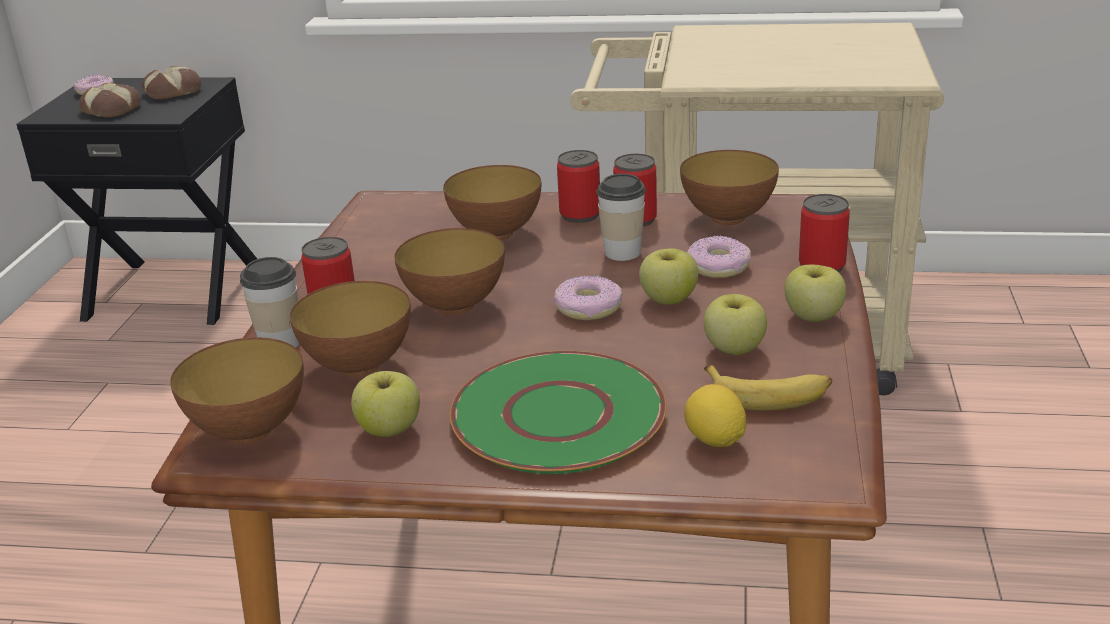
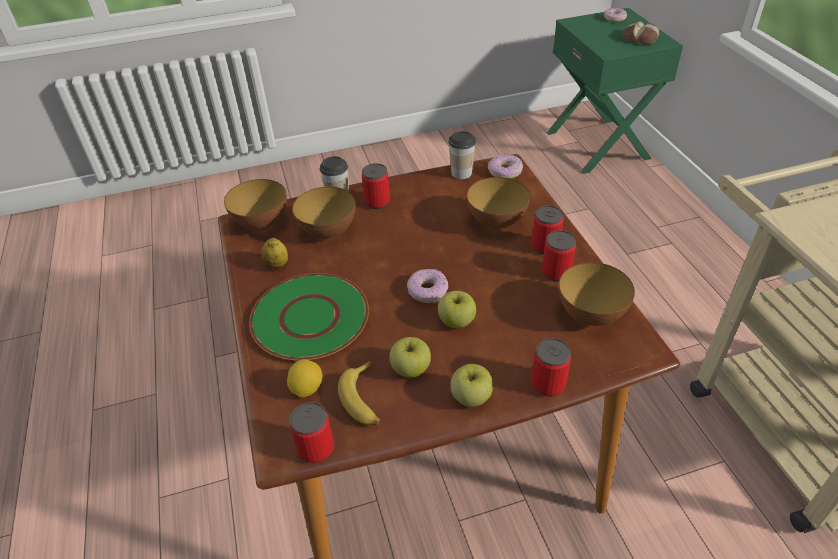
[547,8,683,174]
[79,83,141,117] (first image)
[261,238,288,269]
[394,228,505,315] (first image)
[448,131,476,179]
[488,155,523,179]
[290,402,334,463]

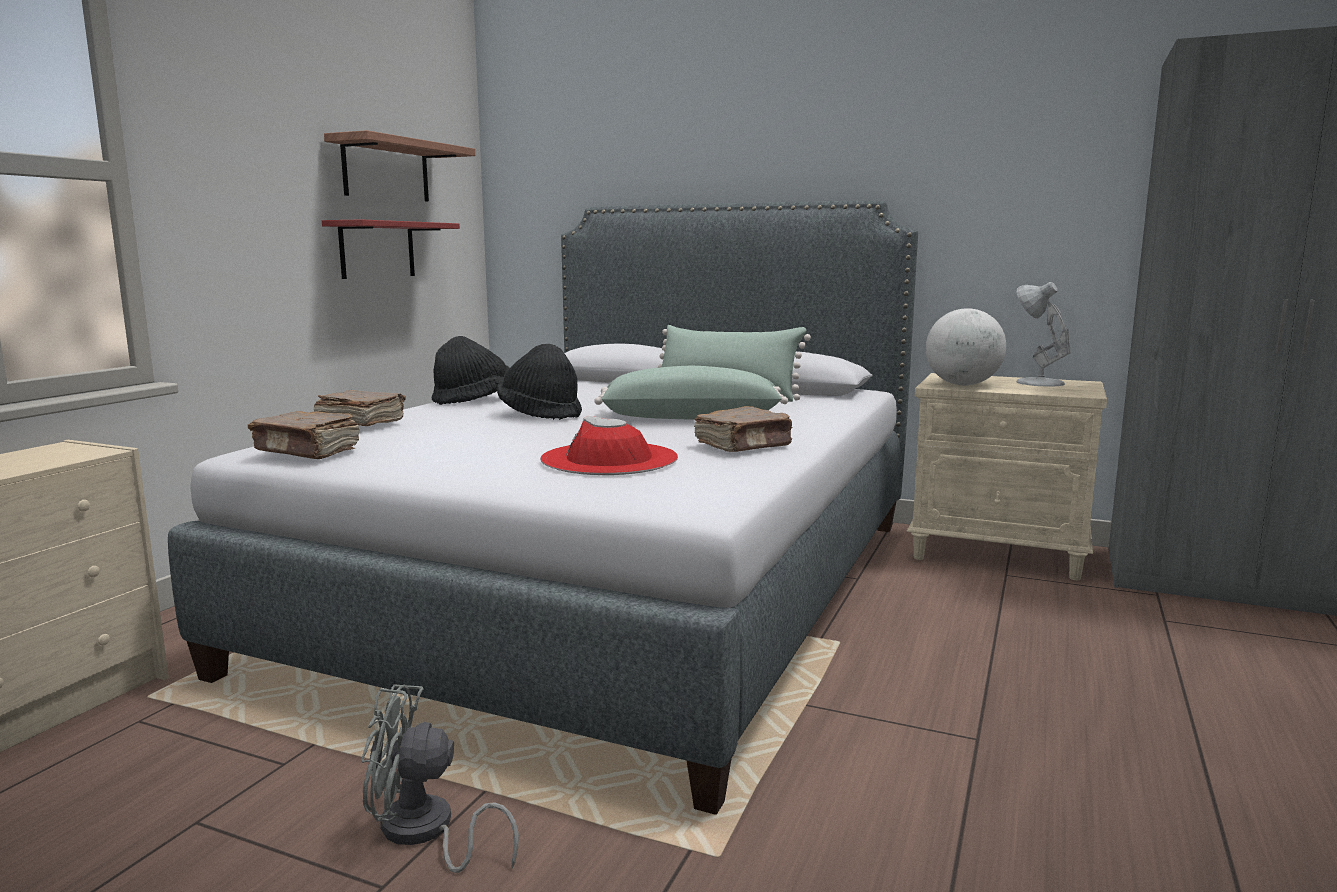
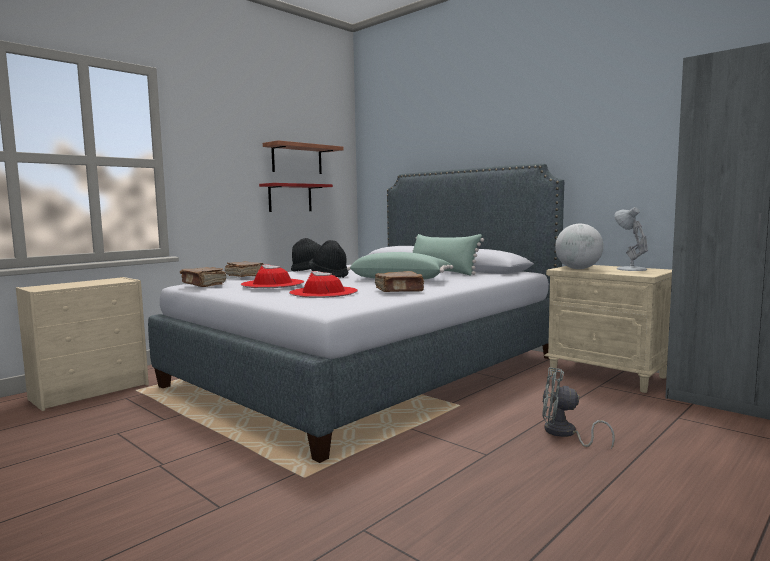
[542,367,615,449]
[241,264,304,288]

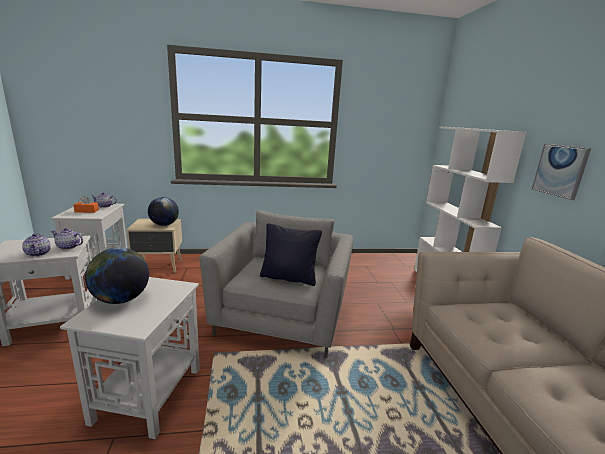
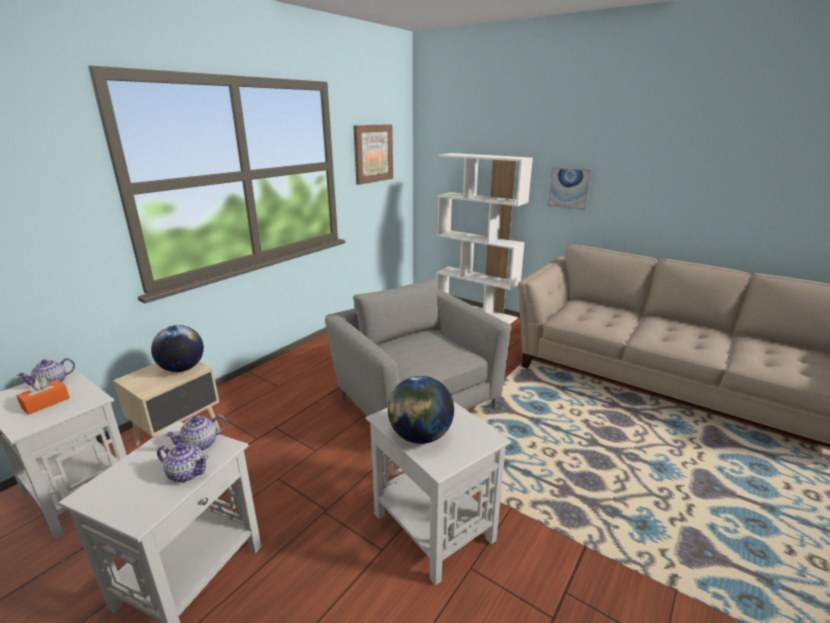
[260,223,322,286] (first image)
[353,124,393,185]

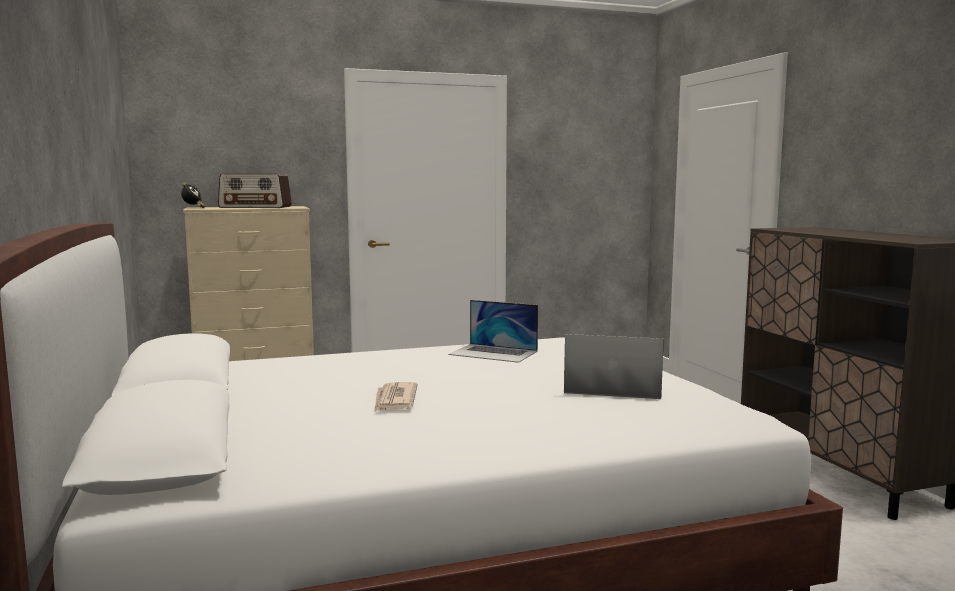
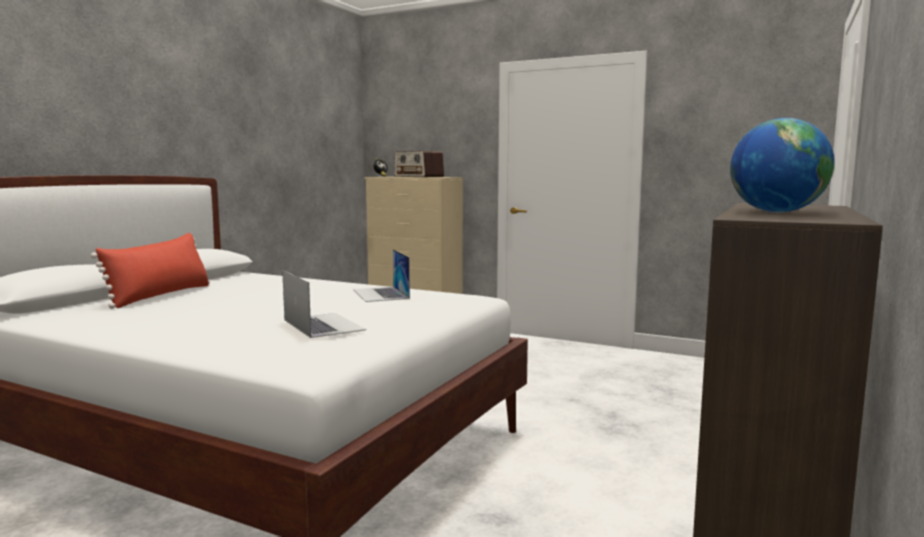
[374,382,418,412] (first image)
[90,233,210,309]
[730,118,835,213]

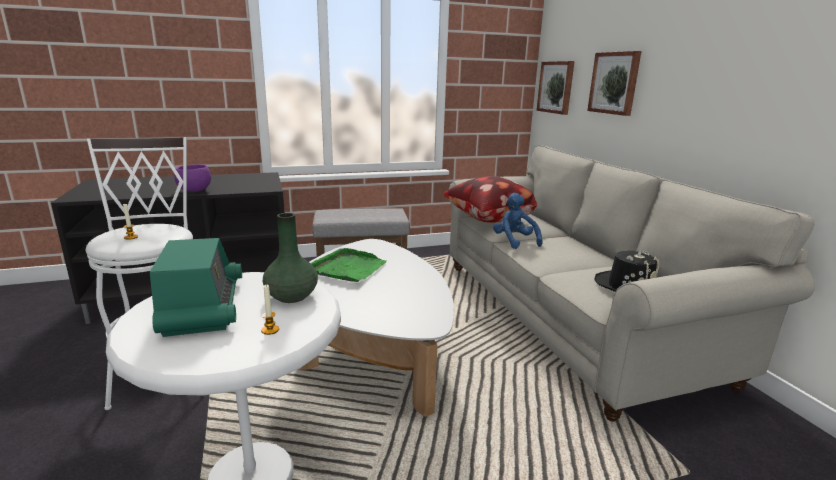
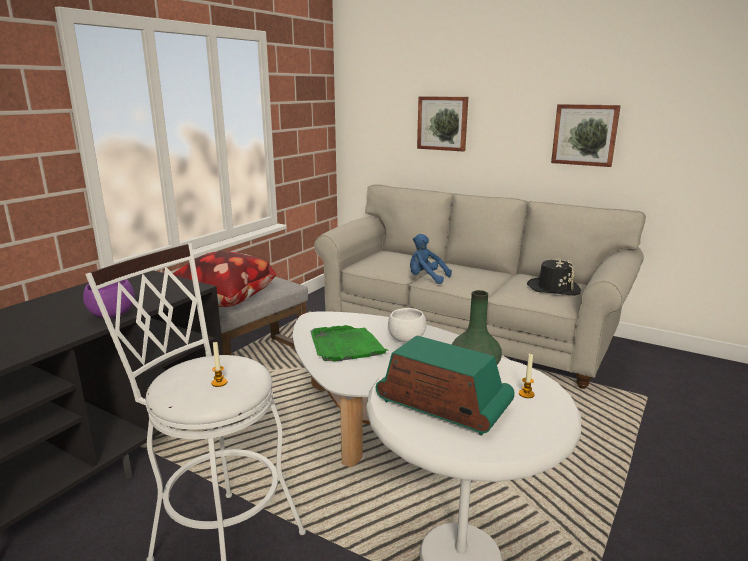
[173,251,277,307]
[551,104,621,167]
[388,308,426,343]

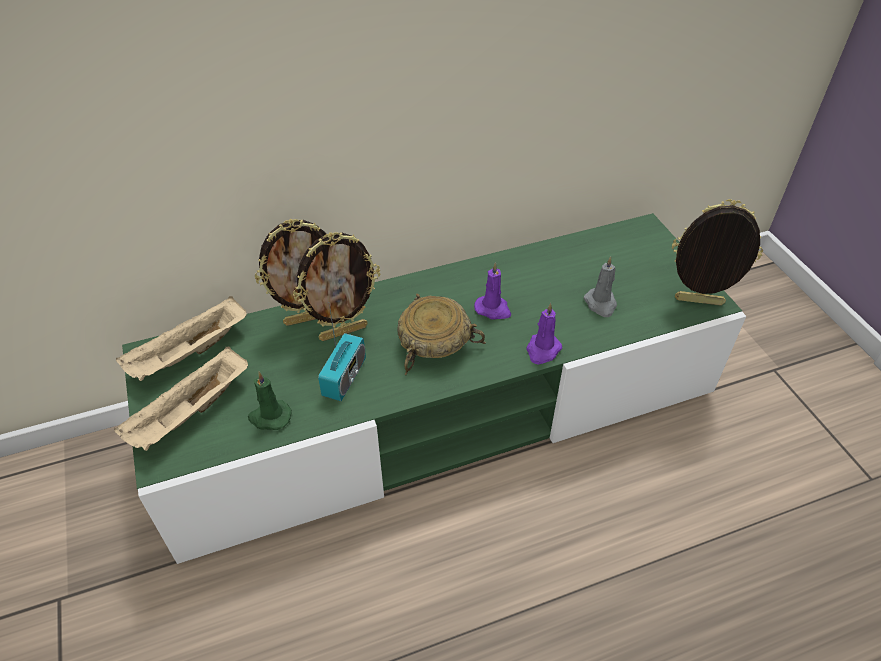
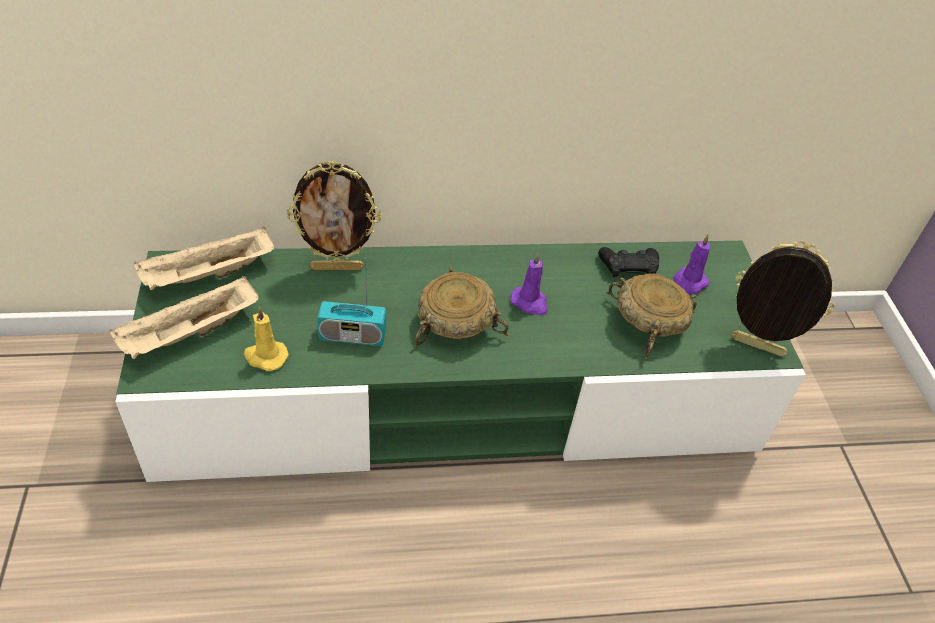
[244,307,289,371]
[293,232,380,341] (first image)
[317,280,386,346]
[673,234,710,294]
[606,274,697,360]
[598,247,659,278]

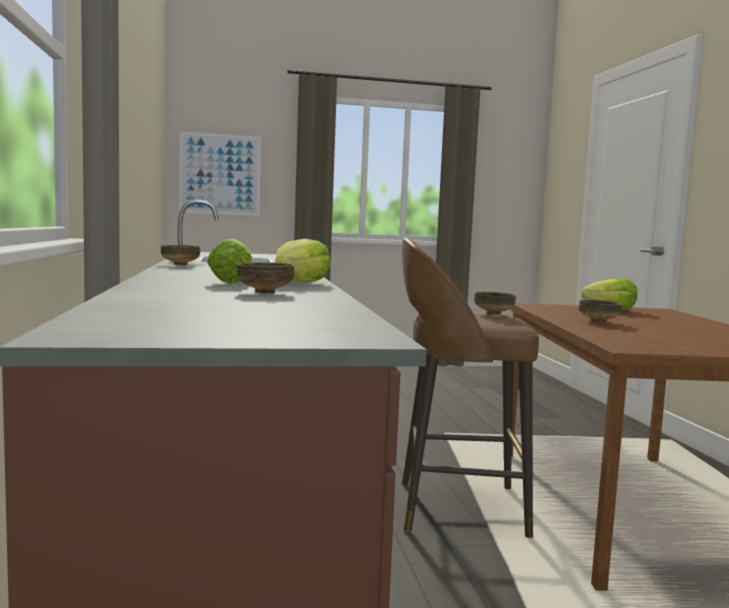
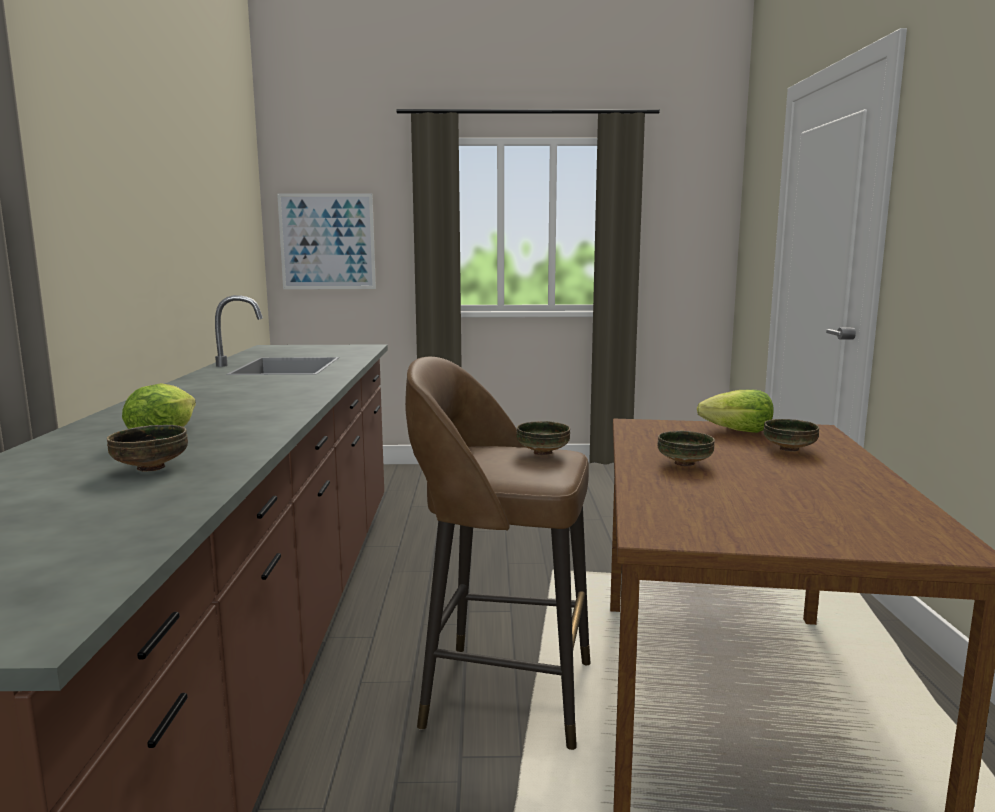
[764,419,819,452]
[275,239,331,283] (first image)

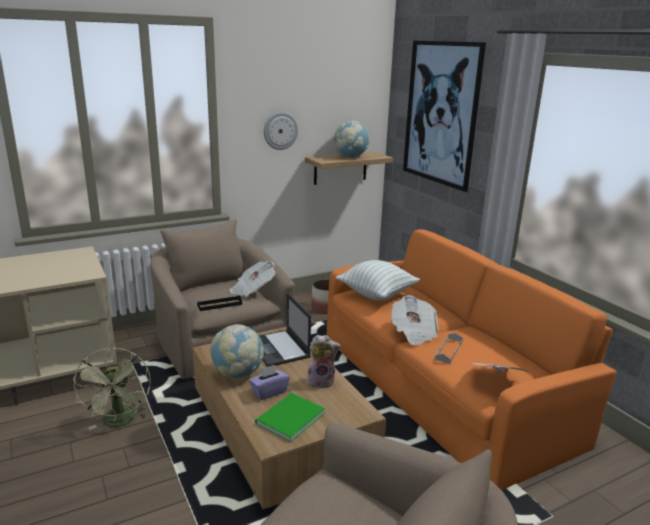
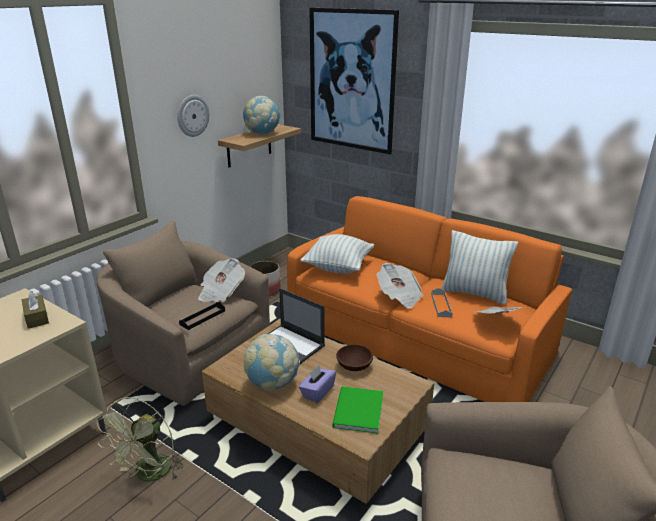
[97,397,184,482]
[336,345,373,371]
[22,291,49,329]
[441,230,518,305]

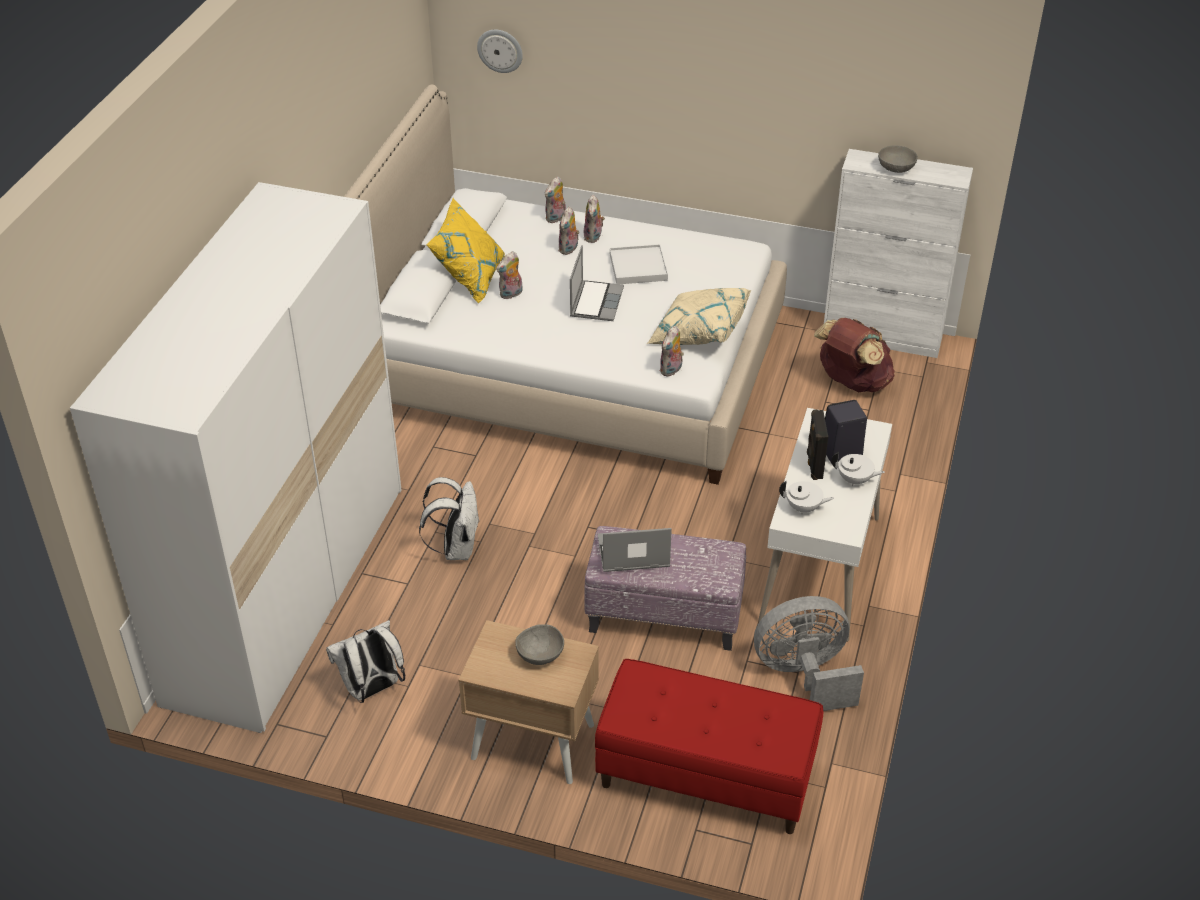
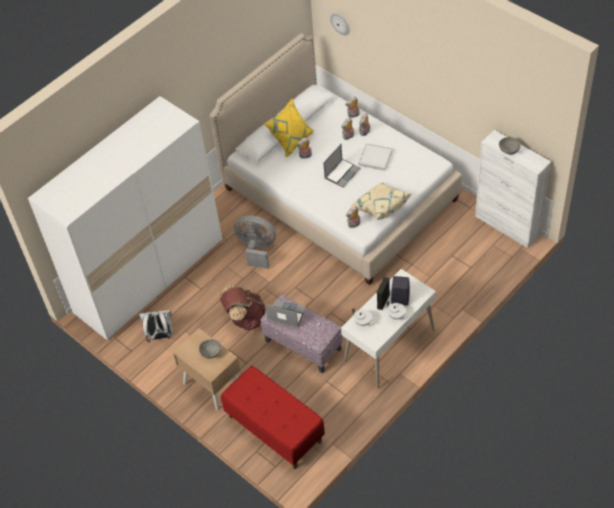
[419,477,479,560] (first image)
[234,215,276,269]
[219,286,266,330]

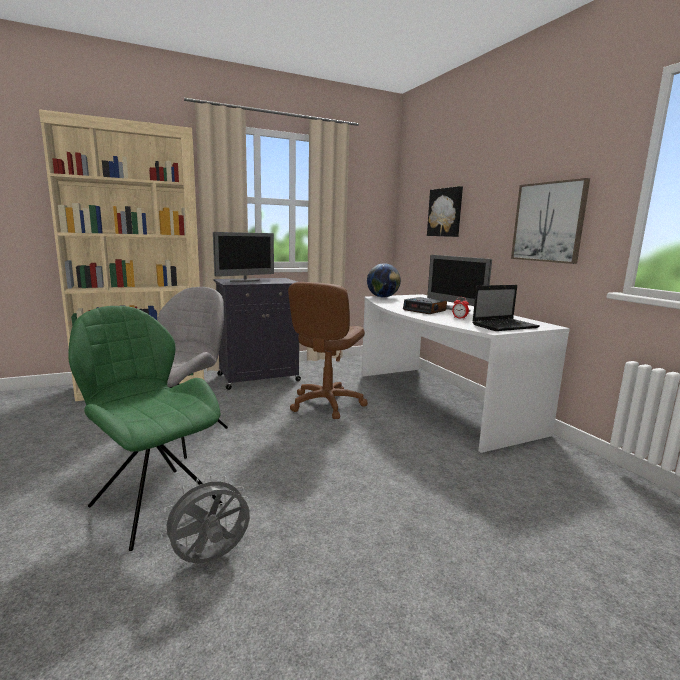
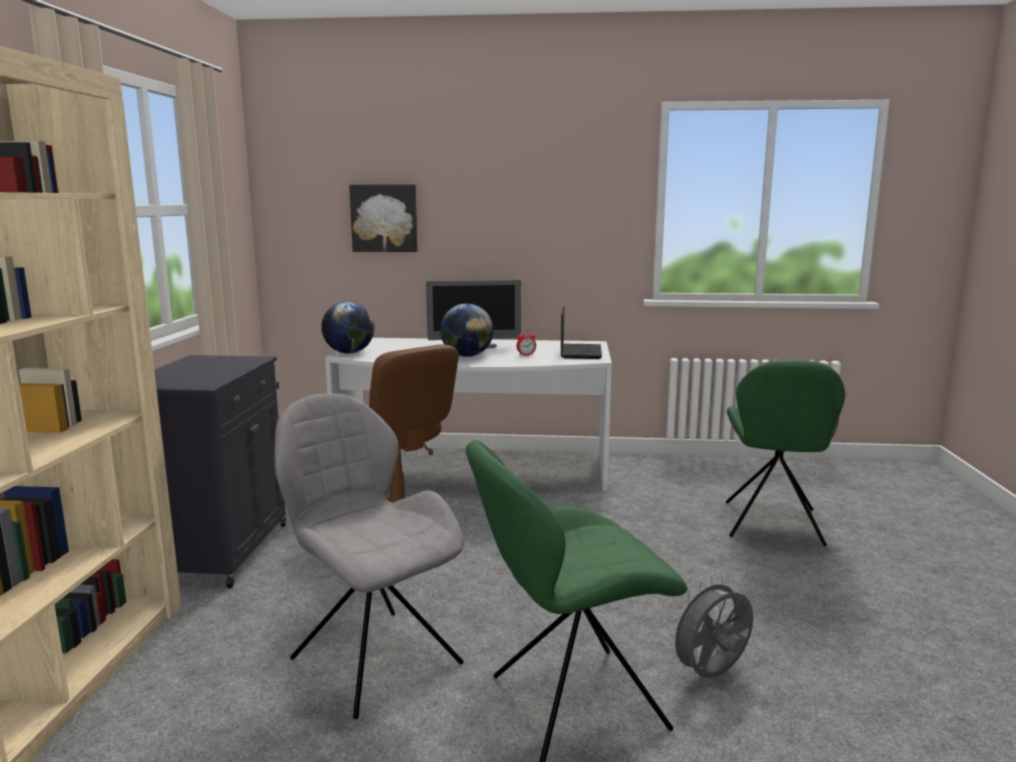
[667,577,753,678]
[213,232,274,282] (first image)
[440,303,493,357]
[511,178,590,264] (first image)
[726,359,845,546]

